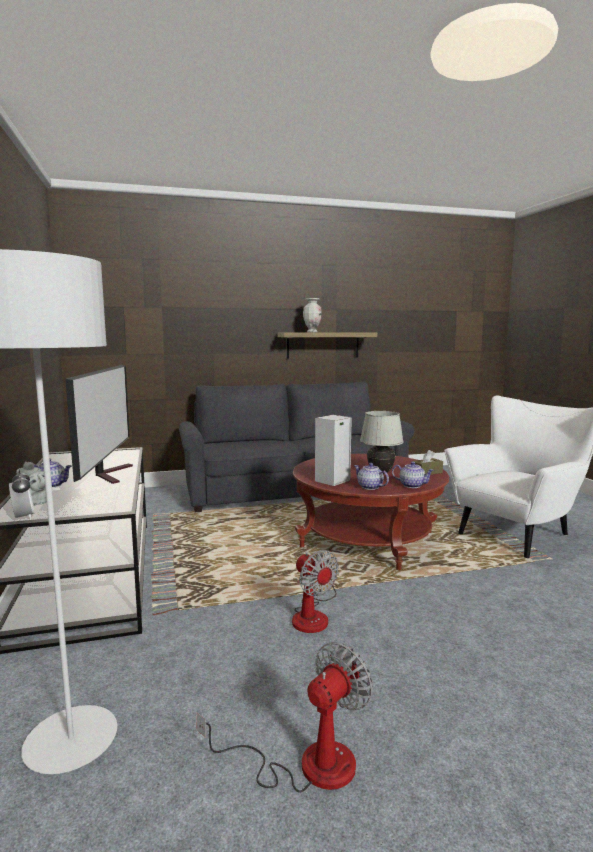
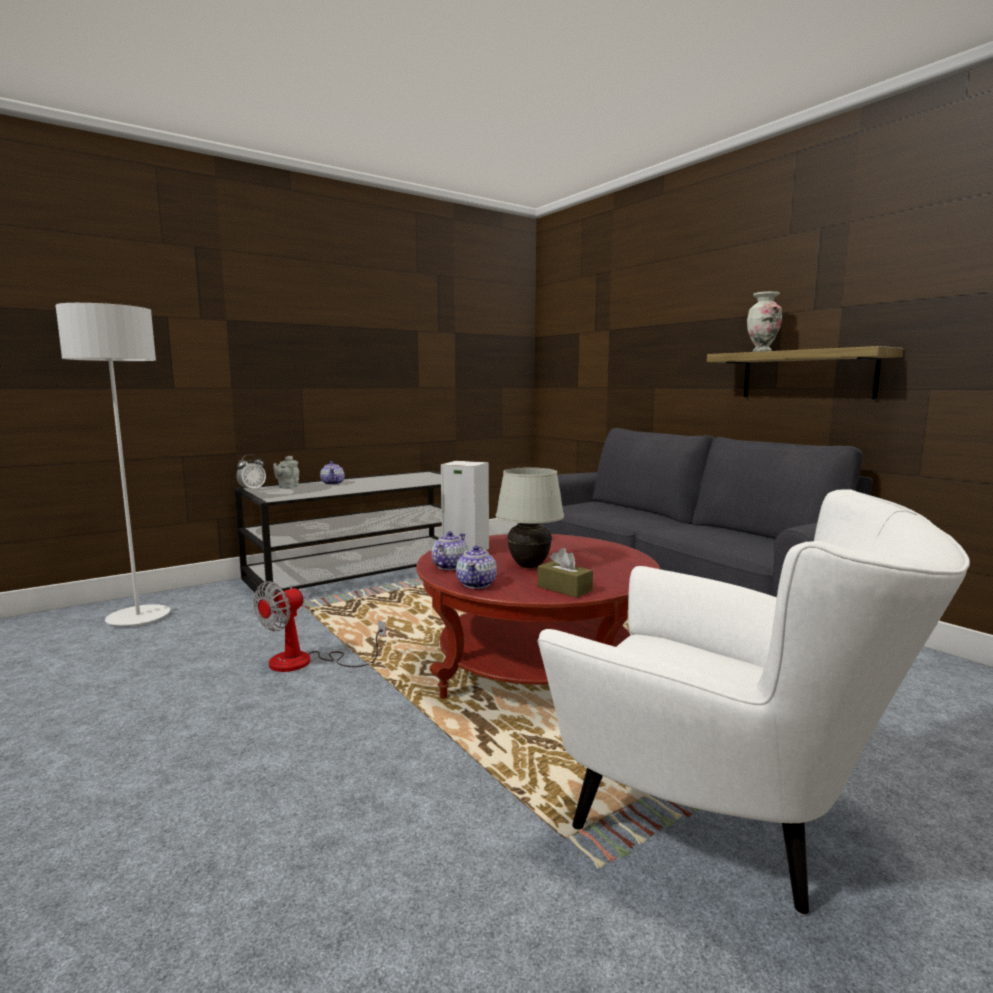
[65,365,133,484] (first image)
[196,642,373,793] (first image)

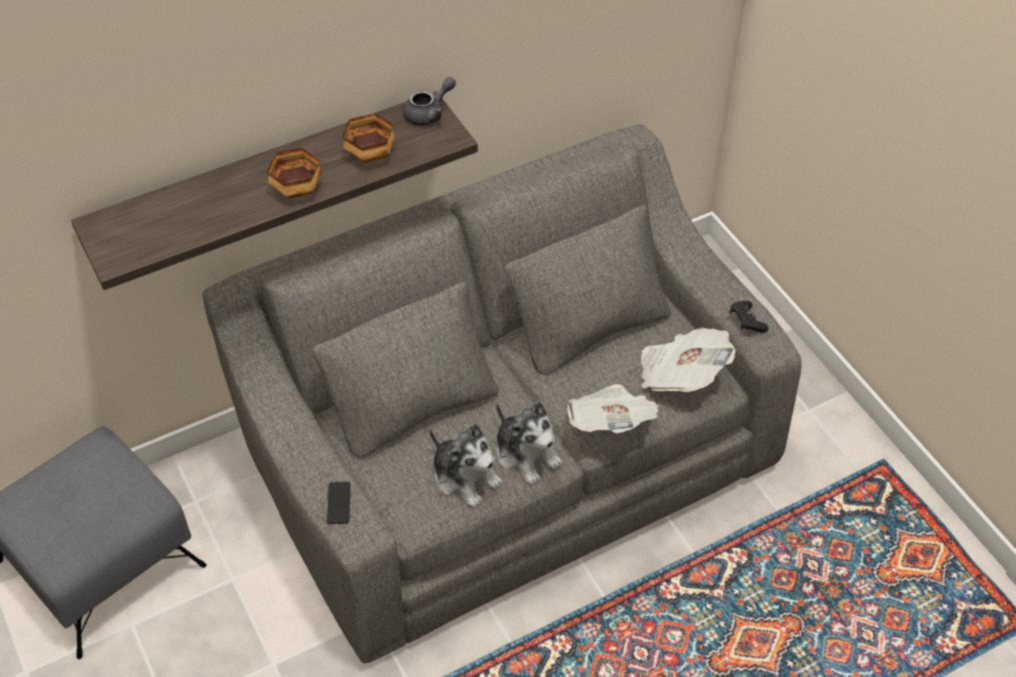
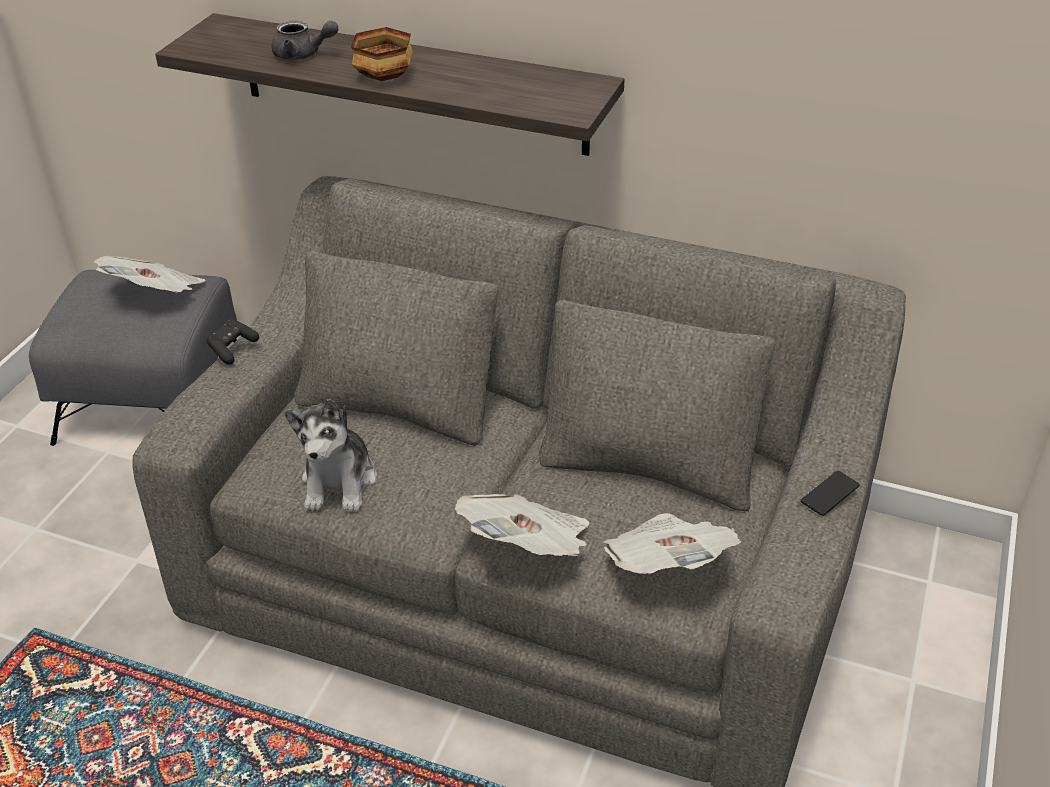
[800,470,860,516]
[343,113,395,162] (first image)
[272,21,338,60]
[496,402,562,485] (first image)
[206,319,259,365]
[94,256,206,293]

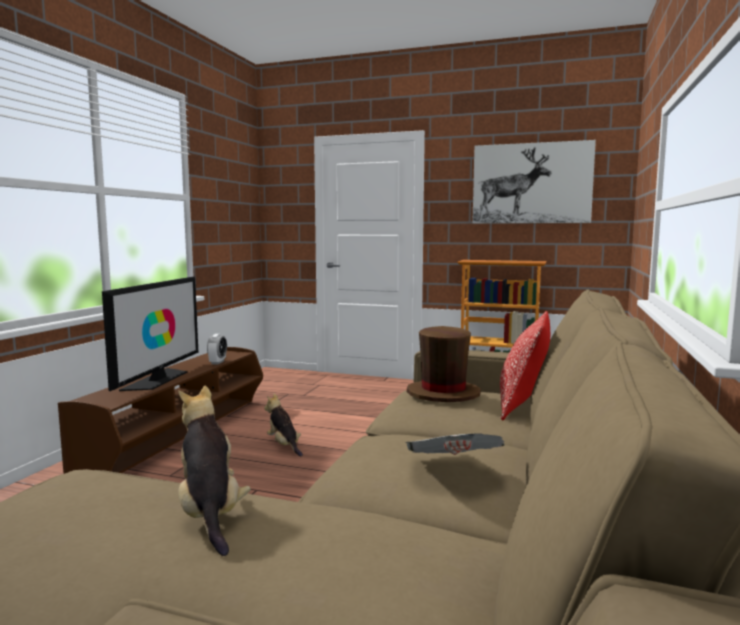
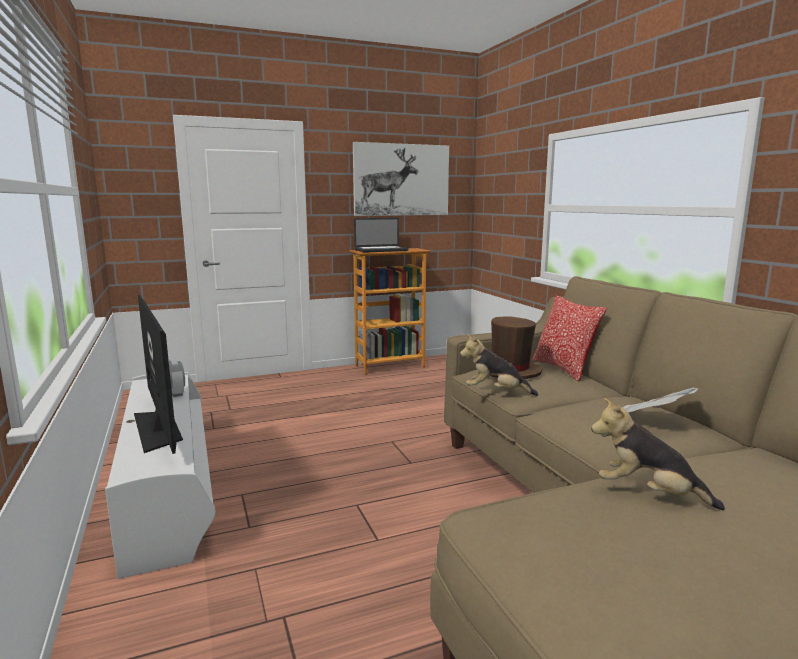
[105,372,216,579]
[460,335,538,396]
[354,218,409,253]

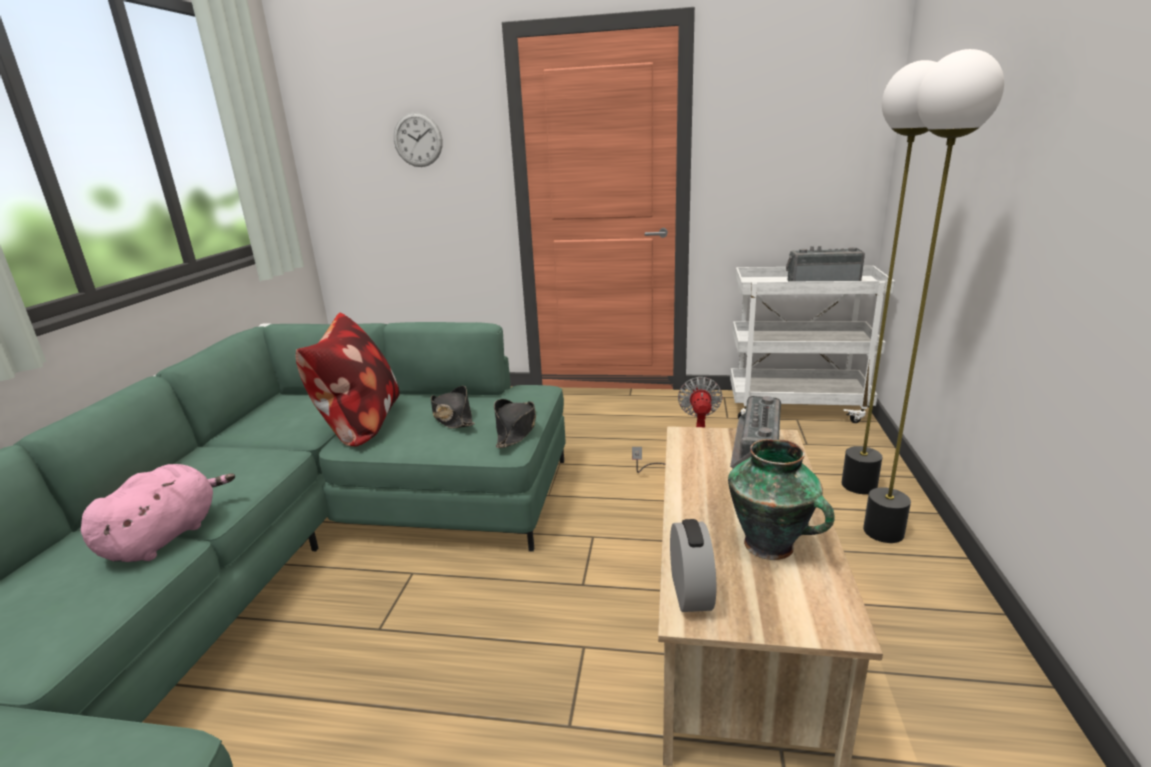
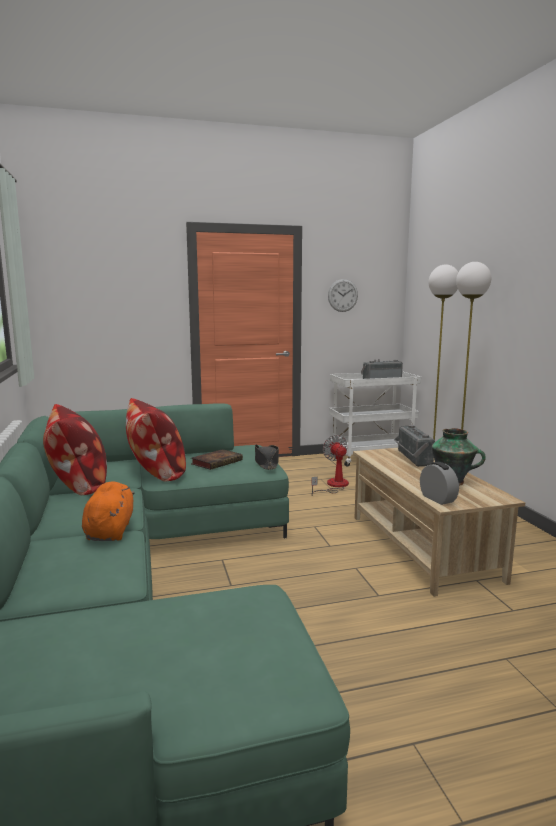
[82,482,135,541]
[328,279,358,312]
[191,449,243,470]
[43,404,107,495]

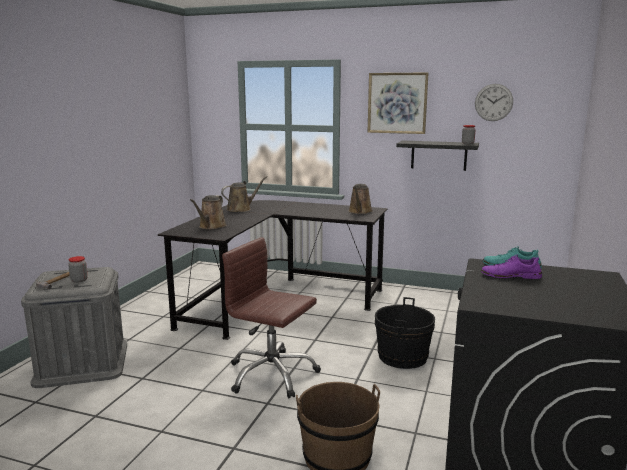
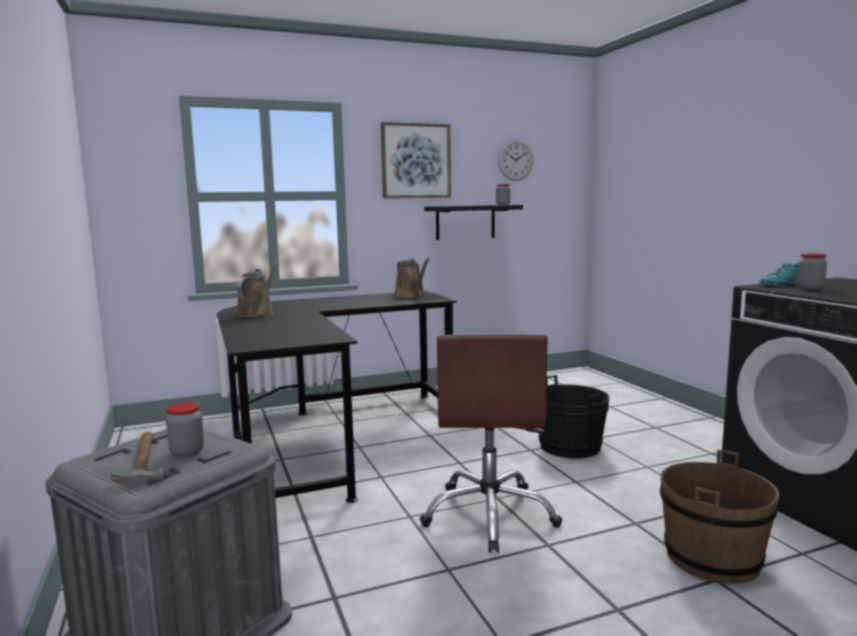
[190,195,227,229] (first image)
[420,334,562,553]
[797,253,827,290]

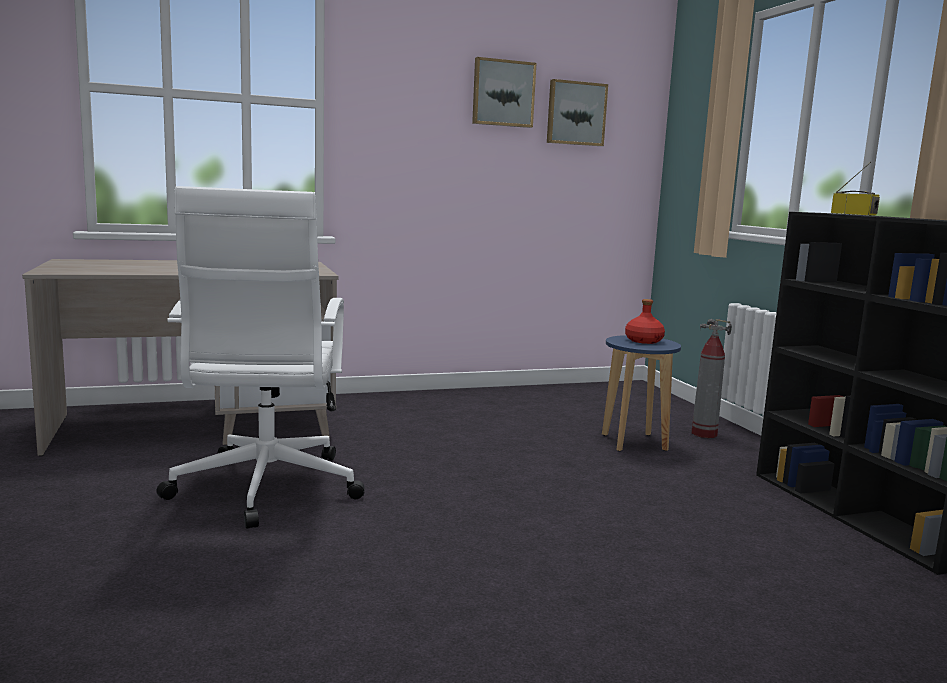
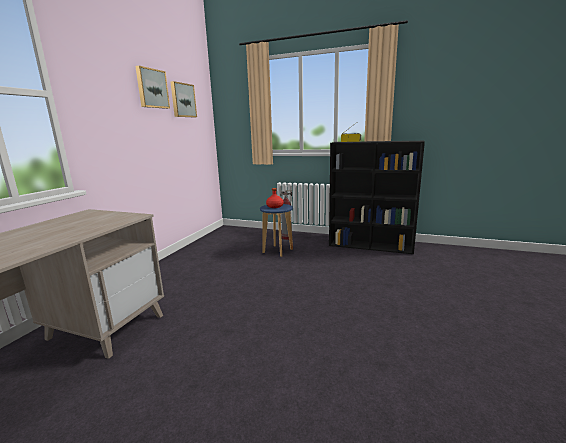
[156,186,365,529] (first image)

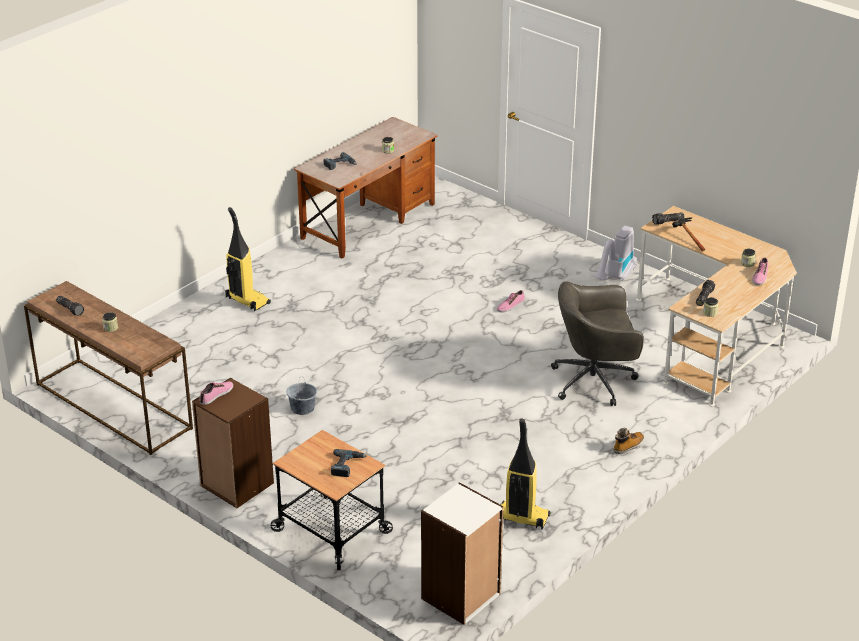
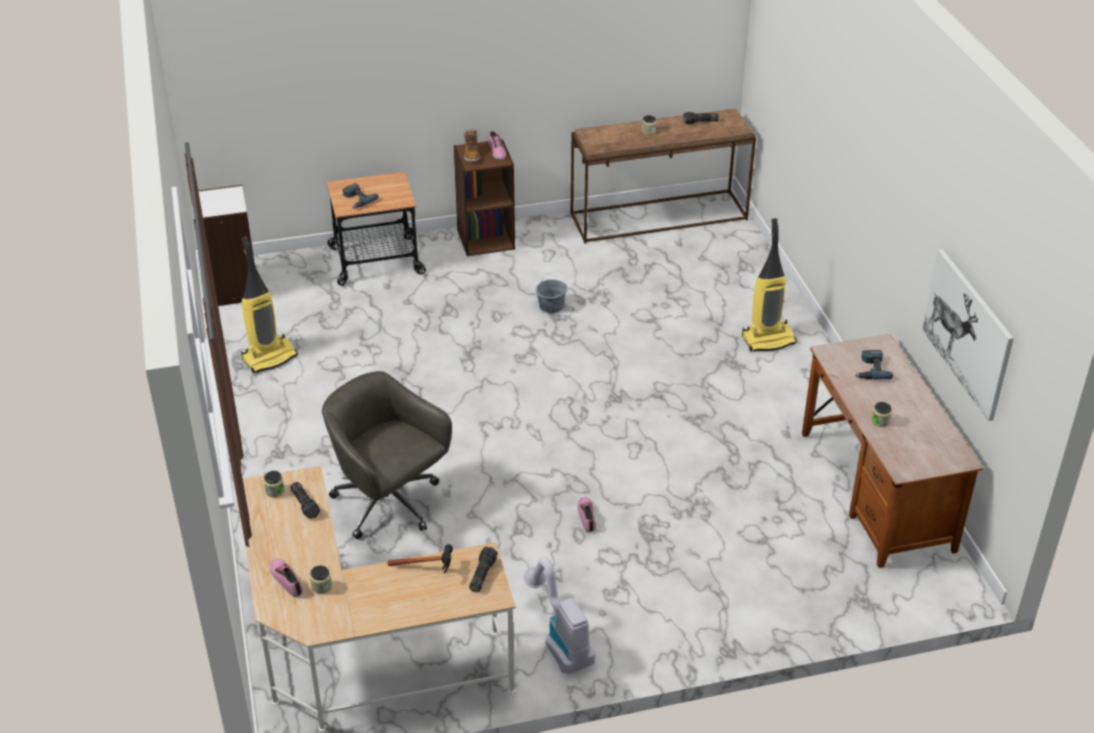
[322,371,452,539]
[464,129,480,162]
[922,250,1014,421]

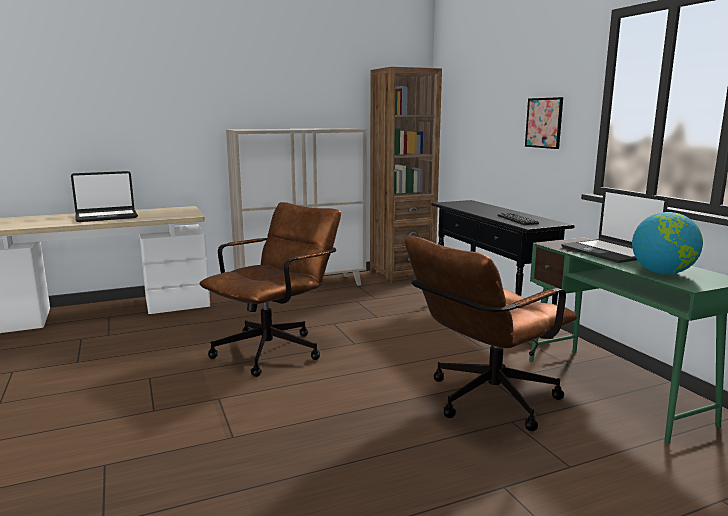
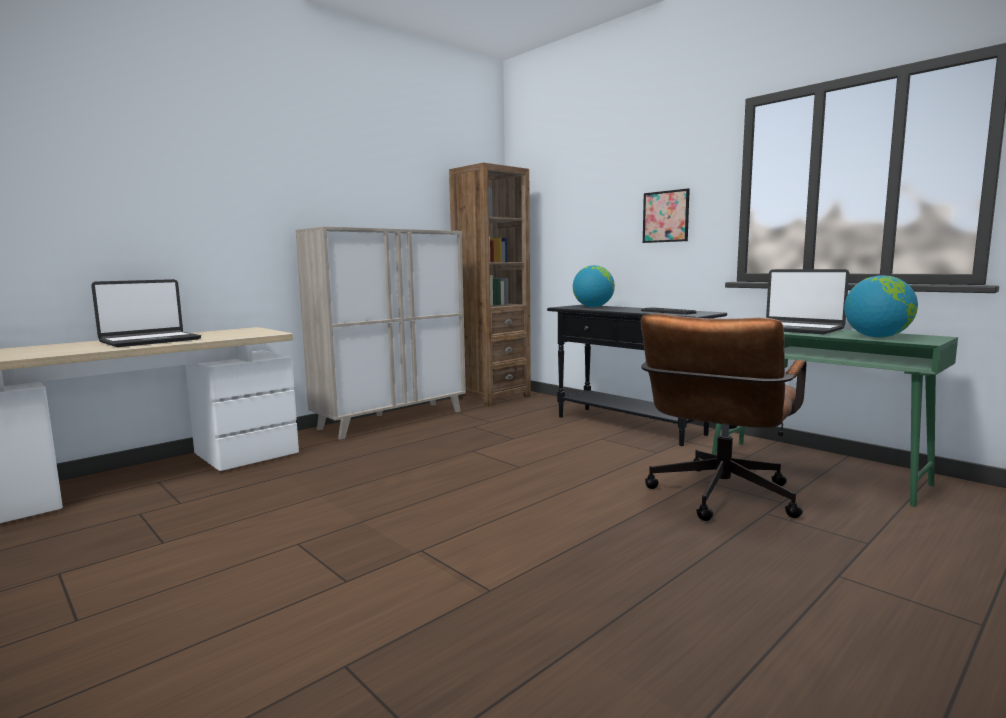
[199,202,341,377] (first image)
[573,265,615,307]

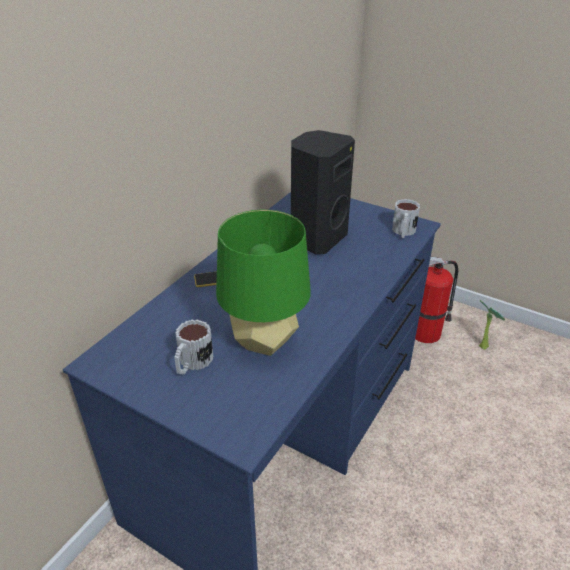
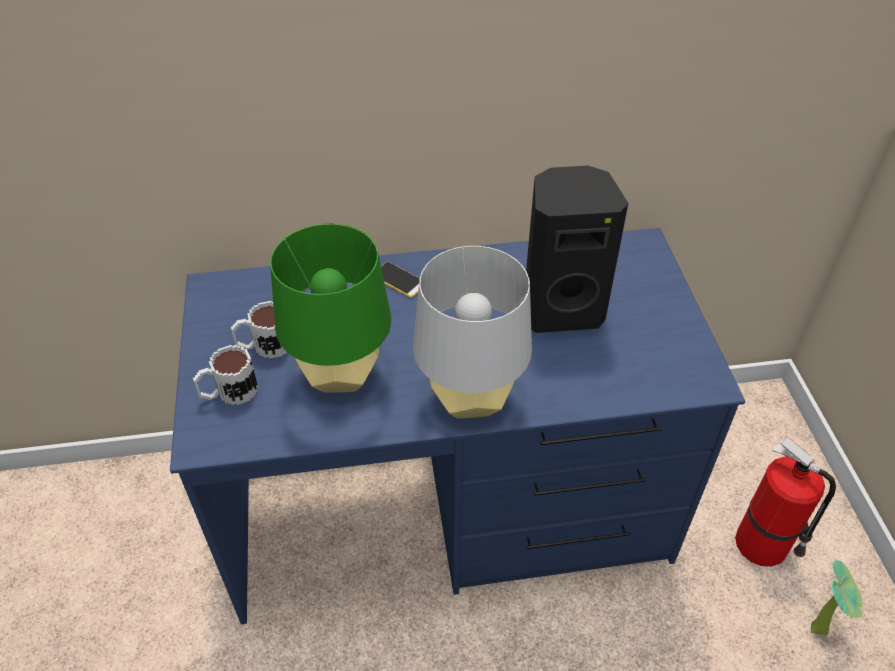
[193,345,258,405]
[413,246,532,419]

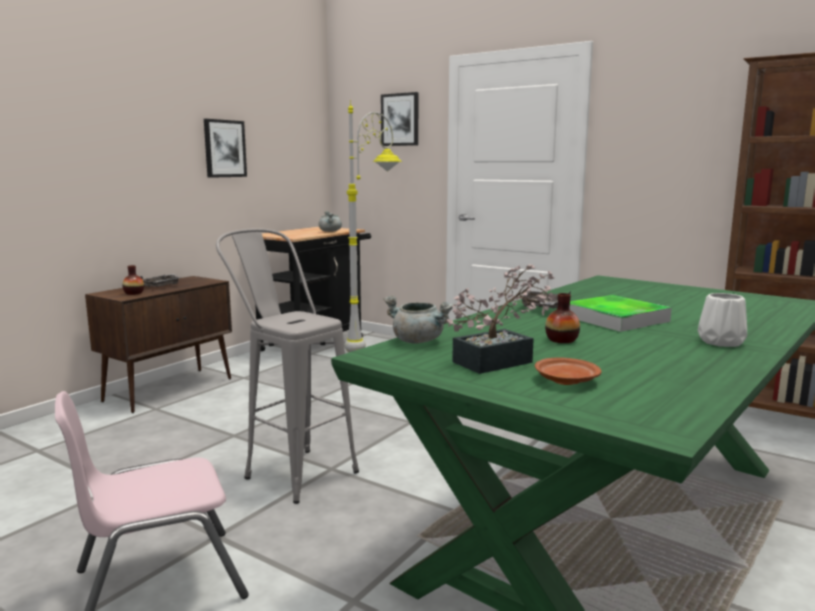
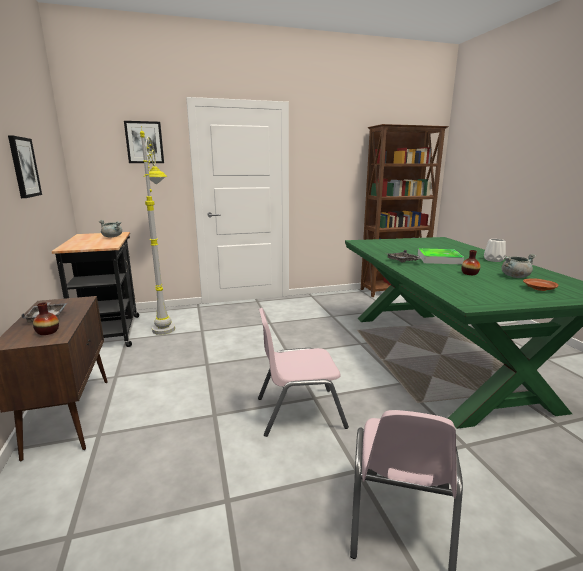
[258,308,349,437]
[501,254,536,278]
[447,264,556,374] (first image)

